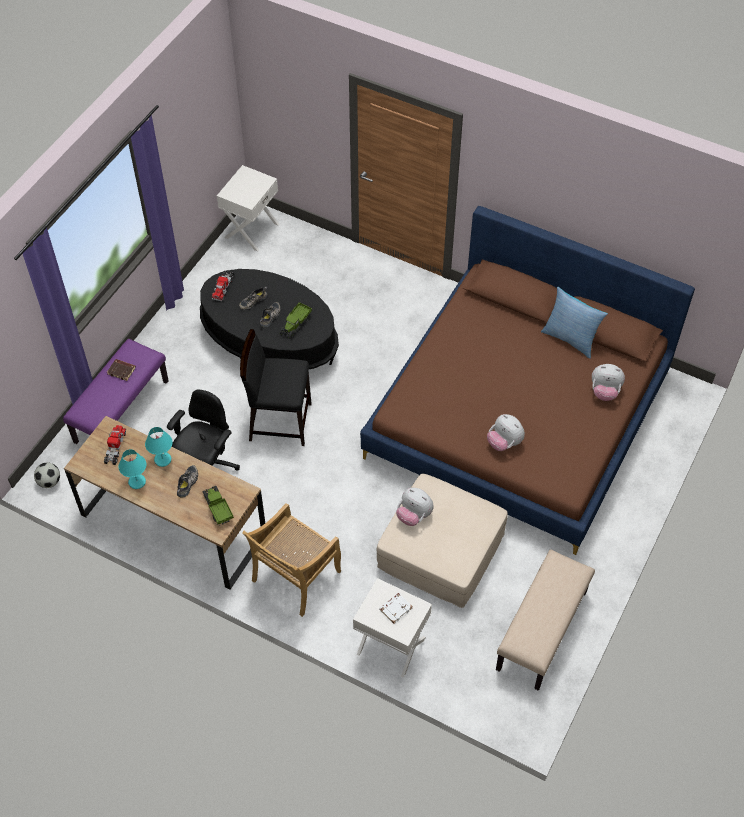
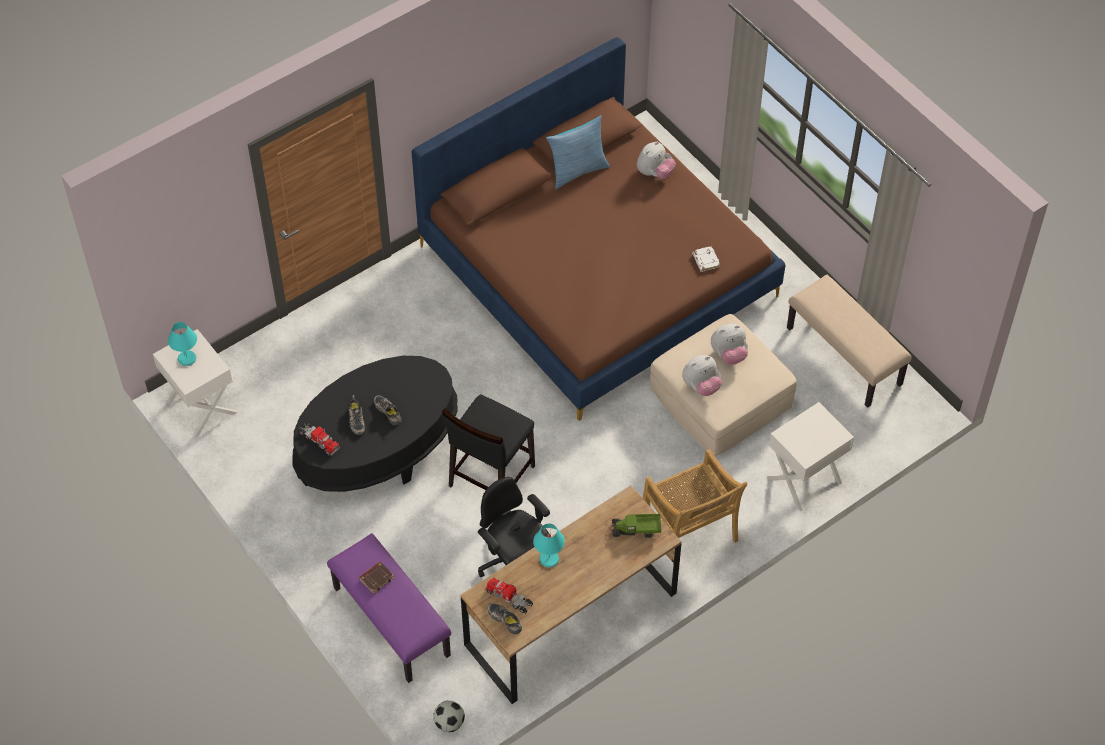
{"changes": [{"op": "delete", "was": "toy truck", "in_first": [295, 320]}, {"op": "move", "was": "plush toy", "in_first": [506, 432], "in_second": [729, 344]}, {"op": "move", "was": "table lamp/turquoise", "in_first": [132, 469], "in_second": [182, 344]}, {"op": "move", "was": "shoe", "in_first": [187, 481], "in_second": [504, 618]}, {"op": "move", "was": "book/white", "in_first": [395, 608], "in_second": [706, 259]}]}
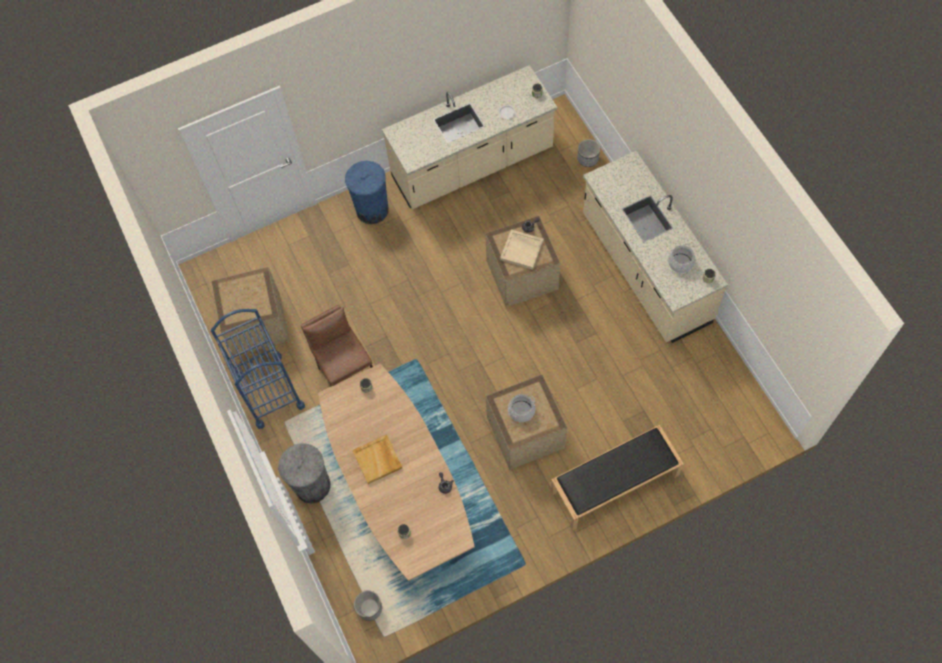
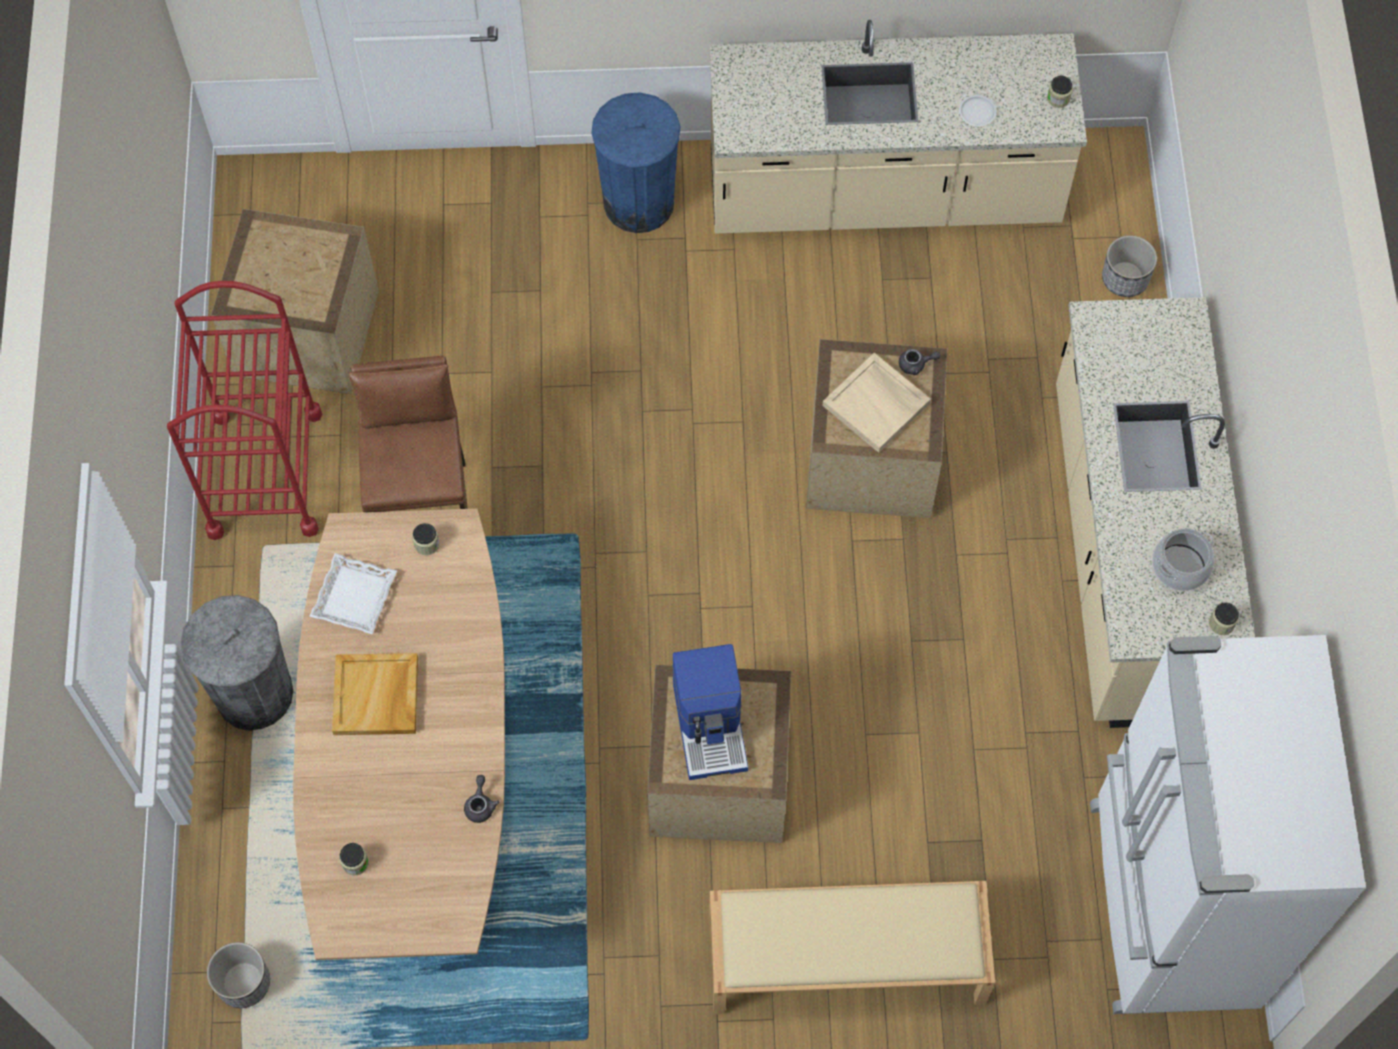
{"changes": [{"op": "recolor", "was": "cart/blue", "now": "cart/red", "in_first": [258, 369], "in_second": [244, 410]}, {"op": "replace", "was": "cooking pot", "now": "coffee machine", "in_first": [521, 408], "in_second": [710, 712]}, {"op": "recolor", "was": "bench/black", "now": "bench/beige", "in_first": [617, 477], "in_second": [852, 948]}, {"op": "insert", "now": "tray/white", "in_second": [353, 593]}, {"op": "insert", "now": "fridge/white", "in_second": [1228, 824]}]}
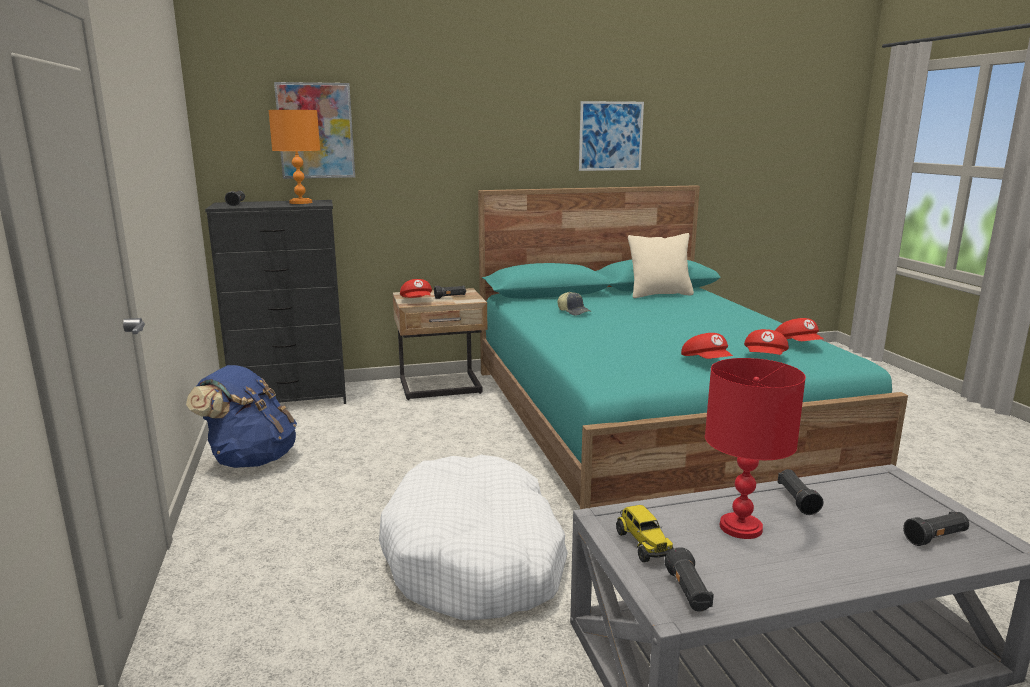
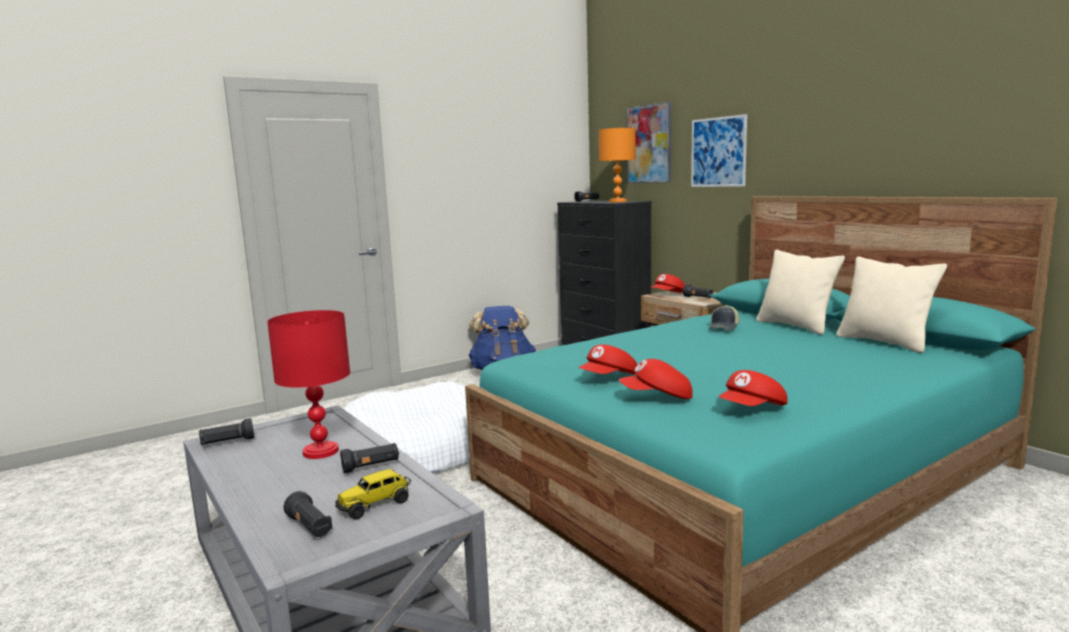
{"changes": [{"op": "move", "was": "picture", "in_first": [611, 136], "in_second": [719, 150]}, {"op": "move", "was": "toy truck", "in_first": [645, 533], "in_second": [373, 494]}, {"op": "insert", "now": "pillow/beige", "in_second": [800, 292]}]}
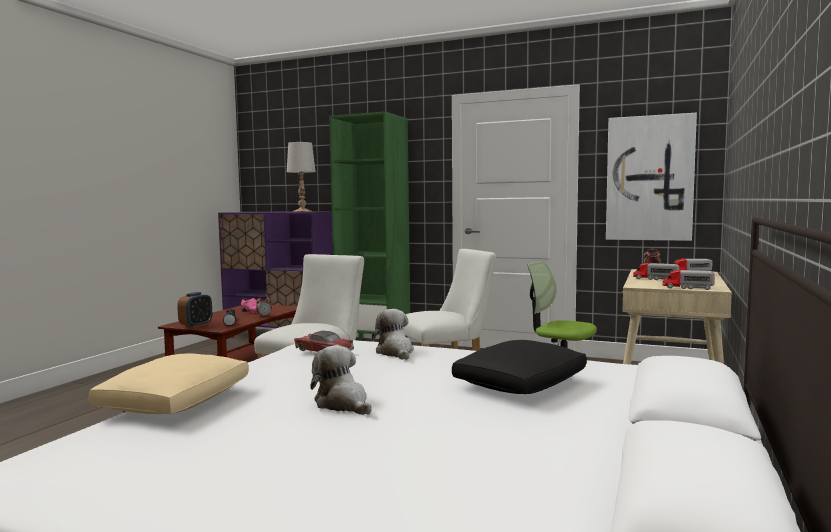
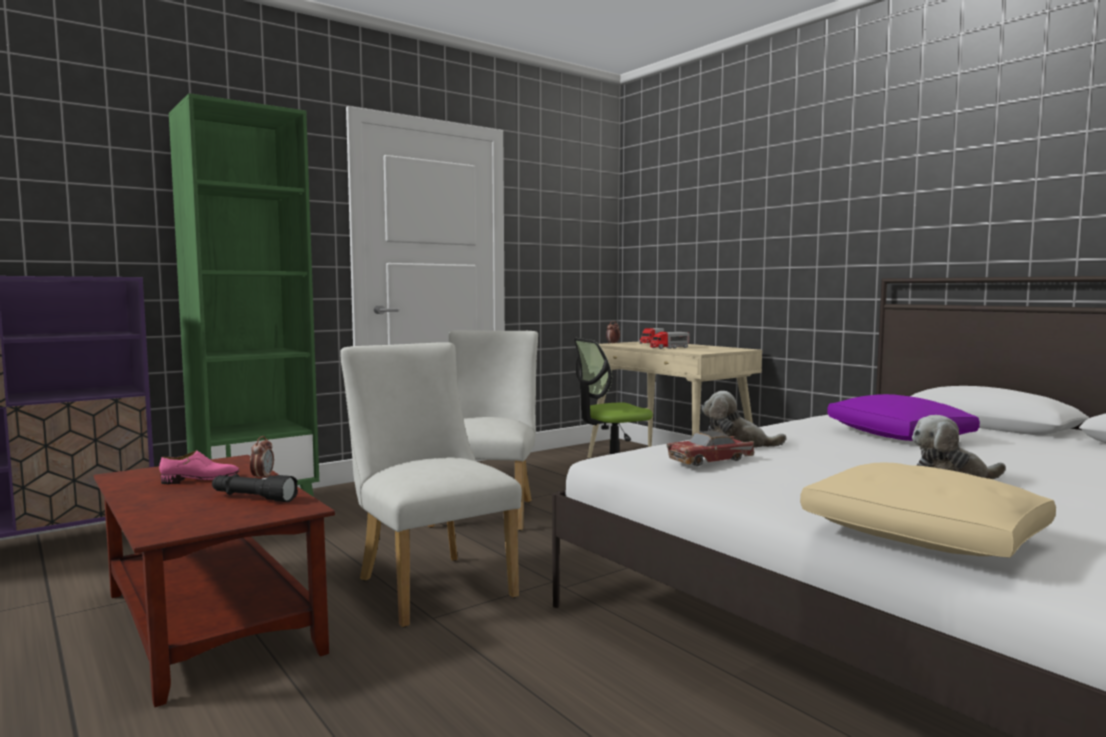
{"changes": [{"op": "delete", "was": "picture", "in_first": [651, 177]}, {"op": "delete", "was": "table lamp/white", "in_first": [301, 177]}, {"op": "delete", "was": "toy truck", "in_first": [688, 280]}, {"op": "delete", "was": "alarm clock", "in_first": [194, 310]}, {"op": "recolor", "was": "pillow/black", "now": "pillow/purple", "in_first": [519, 367], "in_second": [903, 417]}]}
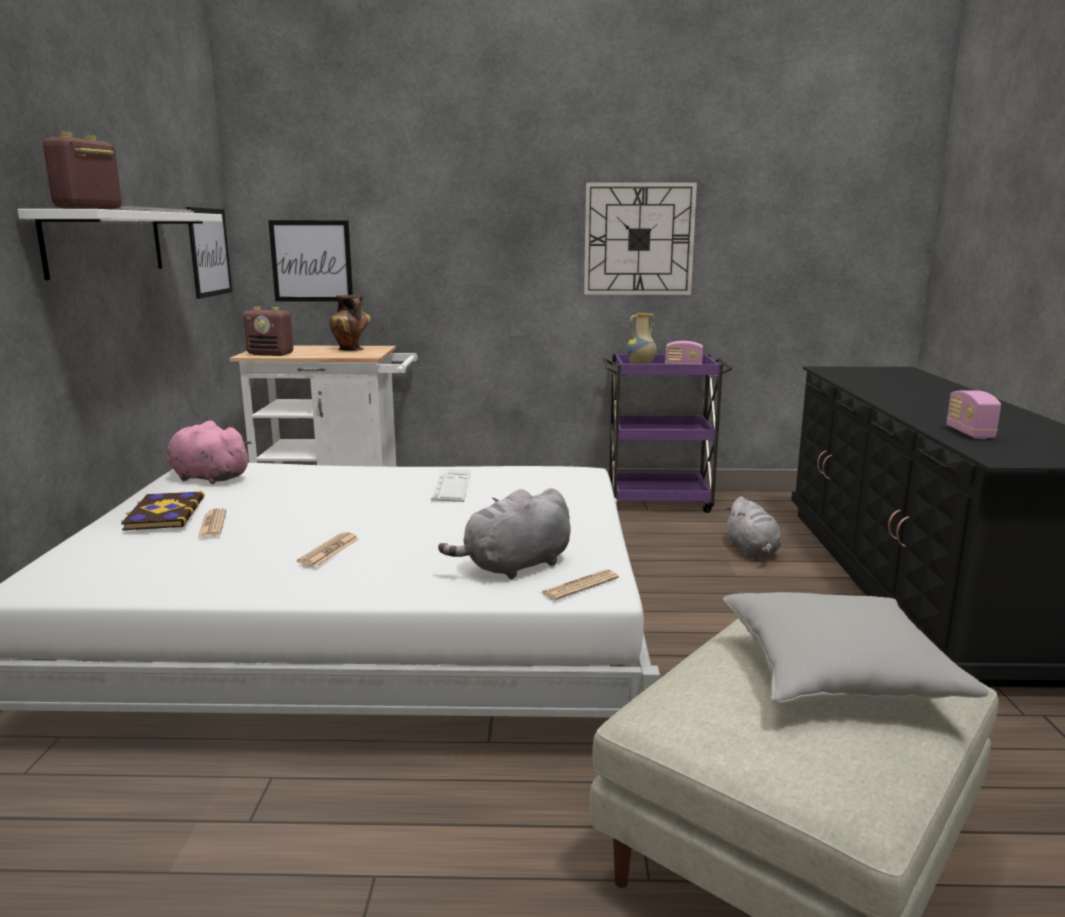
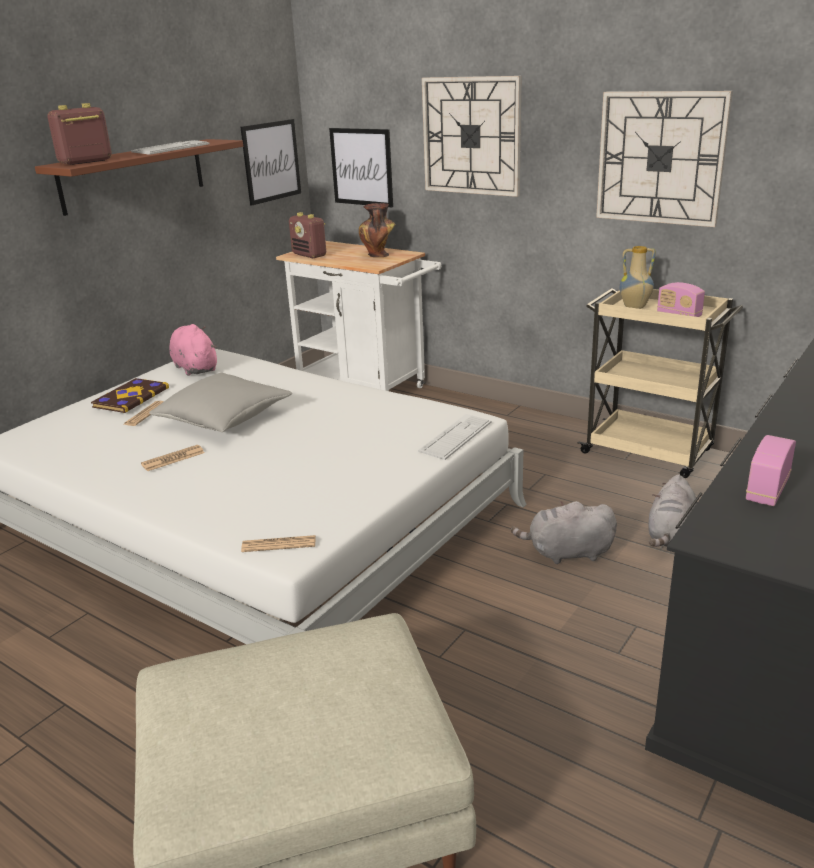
{"changes": [{"op": "recolor", "was": "shelf/white", "now": "shelf/brown", "in_first": [119, 244], "in_second": [139, 177]}, {"op": "recolor", "was": "cart/purple", "now": "cart/beige", "in_first": [668, 433], "in_second": [660, 383]}, {"op": "move", "was": "keyboard", "in_first": [450, 485], "in_second": [454, 437]}, {"op": "move", "was": "plush toy/grey", "in_first": [504, 533], "in_second": [564, 532]}, {"op": "move", "was": "pillow/grey", "in_first": [856, 648], "in_second": [220, 402]}, {"op": "insert", "now": "wall clock", "in_second": [472, 136]}]}
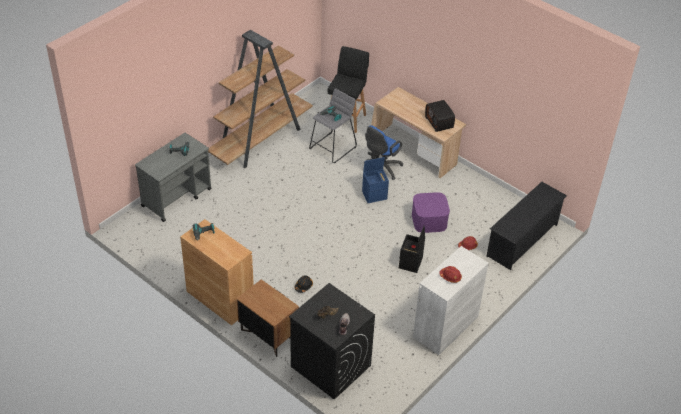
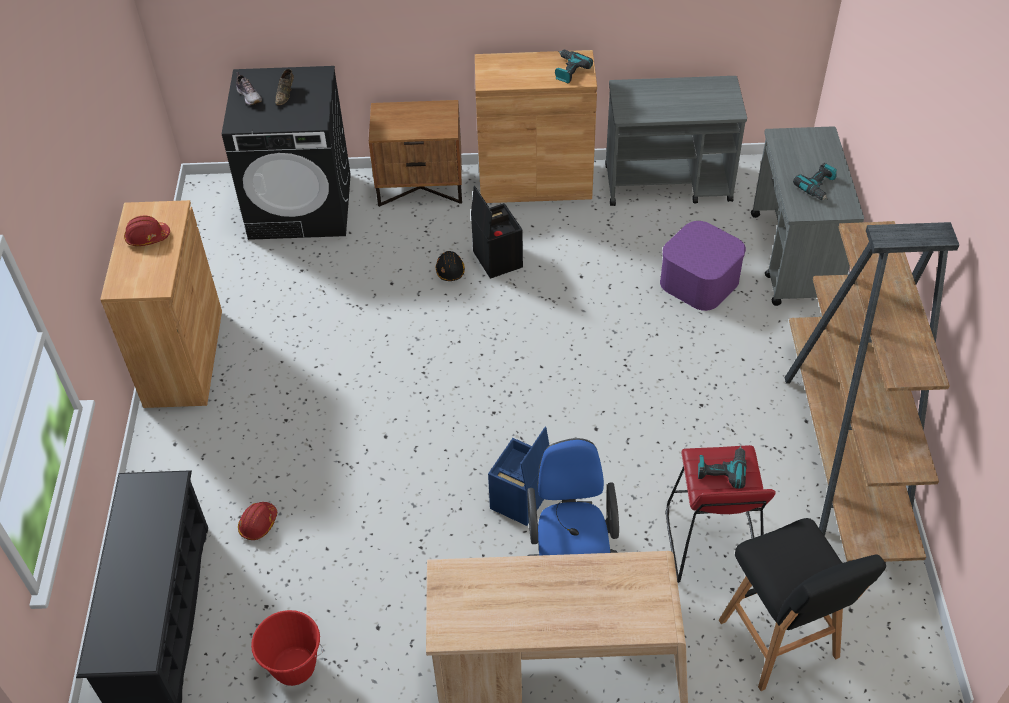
{"changes": [{"op": "recolor", "was": "stool/grey", "now": "stool/red", "in_first": [333, 125], "in_second": [720, 514]}, {"op": "delete", "was": "radio", "in_first": [440, 116]}, {"op": "move", "was": "storage box/purple", "in_first": [431, 212], "in_second": [703, 266]}, {"op": "move", "was": "storage box/black", "in_first": [412, 249], "in_second": [497, 232]}, {"op": "recolor", "was": "cabinet/white", "now": "cabinet/brown", "in_first": [450, 300], "in_second": [161, 304]}, {"op": "insert", "now": "cart/grey", "in_second": [676, 141]}, {"op": "insert", "now": "bucket/red", "in_second": [287, 648]}]}
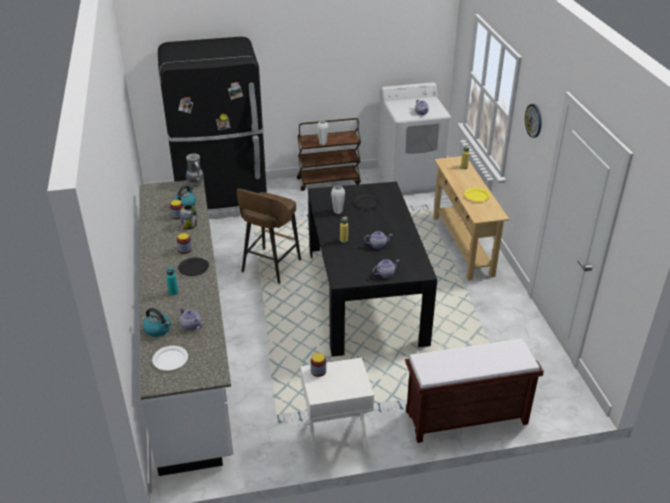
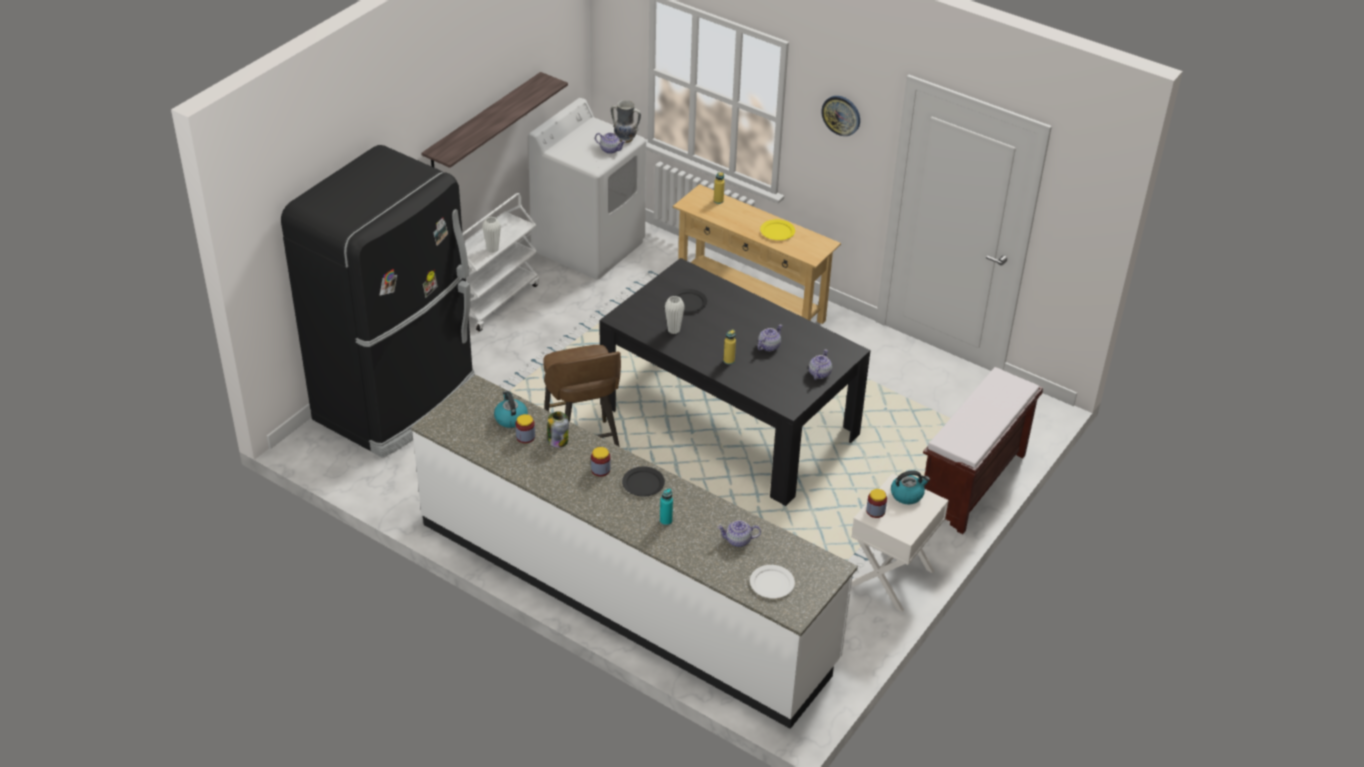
{"changes": [{"op": "recolor", "was": "cart/brown", "now": "cart/white", "in_first": [329, 154], "in_second": [500, 262]}, {"op": "move", "was": "vase", "in_first": [195, 170], "in_second": [626, 121]}, {"op": "move", "was": "kettle", "in_first": [157, 322], "in_second": [910, 487]}, {"op": "insert", "now": "shelf", "in_second": [494, 120]}]}
